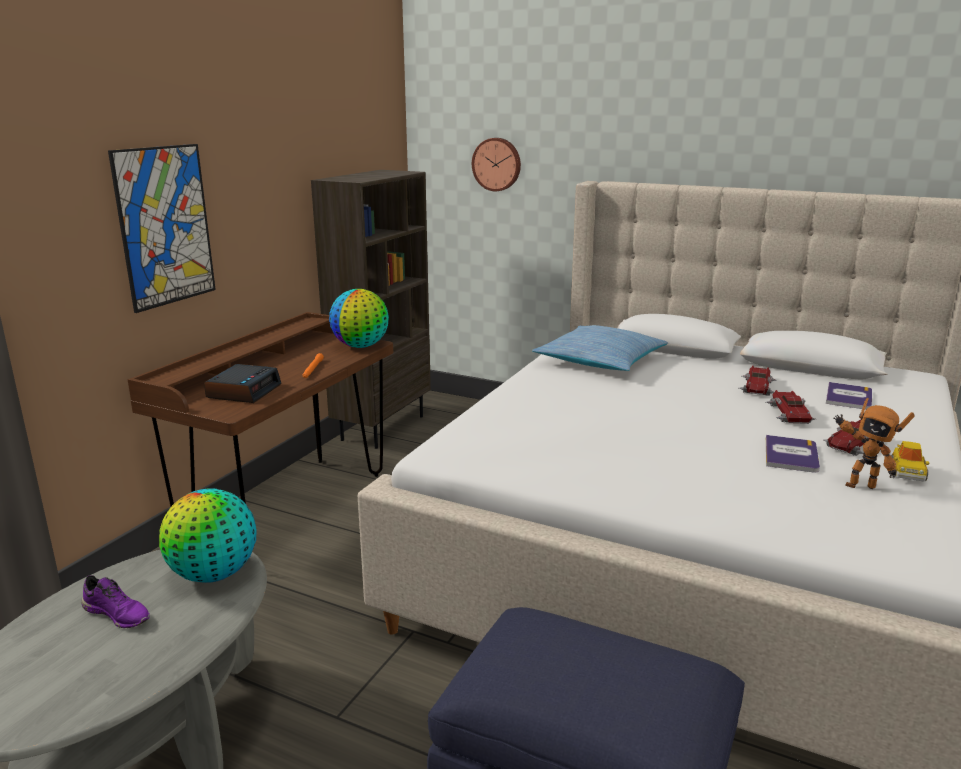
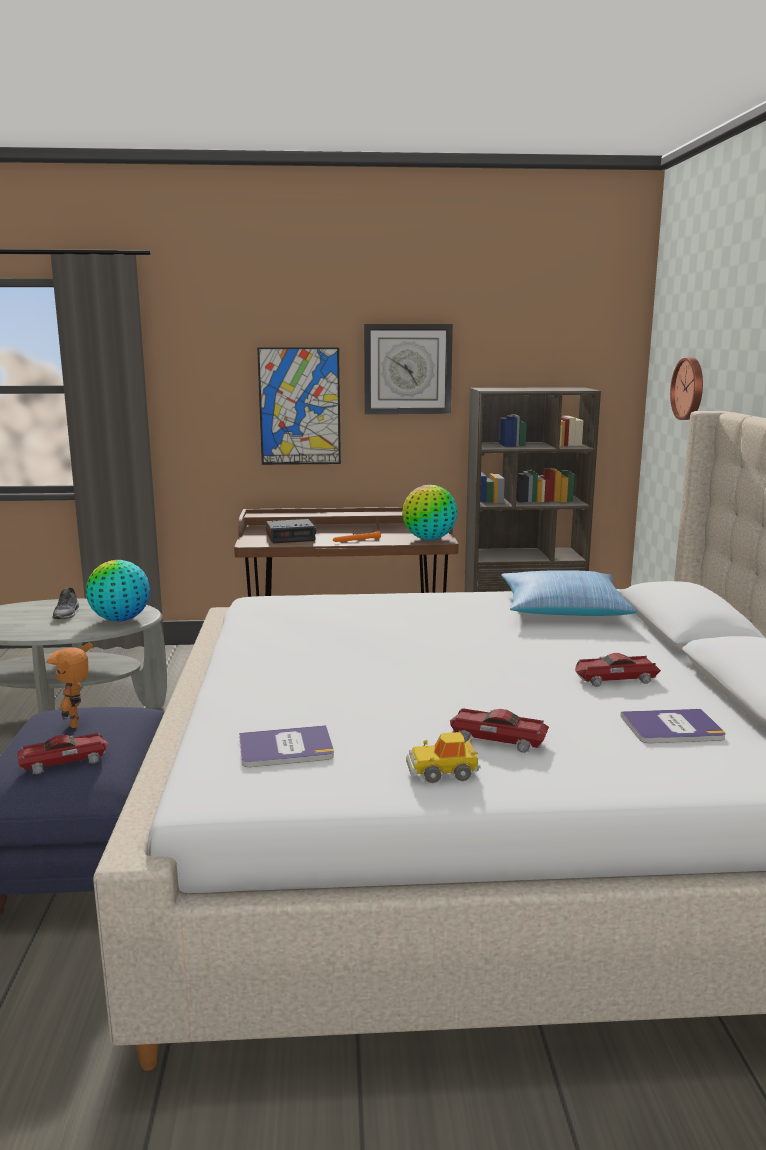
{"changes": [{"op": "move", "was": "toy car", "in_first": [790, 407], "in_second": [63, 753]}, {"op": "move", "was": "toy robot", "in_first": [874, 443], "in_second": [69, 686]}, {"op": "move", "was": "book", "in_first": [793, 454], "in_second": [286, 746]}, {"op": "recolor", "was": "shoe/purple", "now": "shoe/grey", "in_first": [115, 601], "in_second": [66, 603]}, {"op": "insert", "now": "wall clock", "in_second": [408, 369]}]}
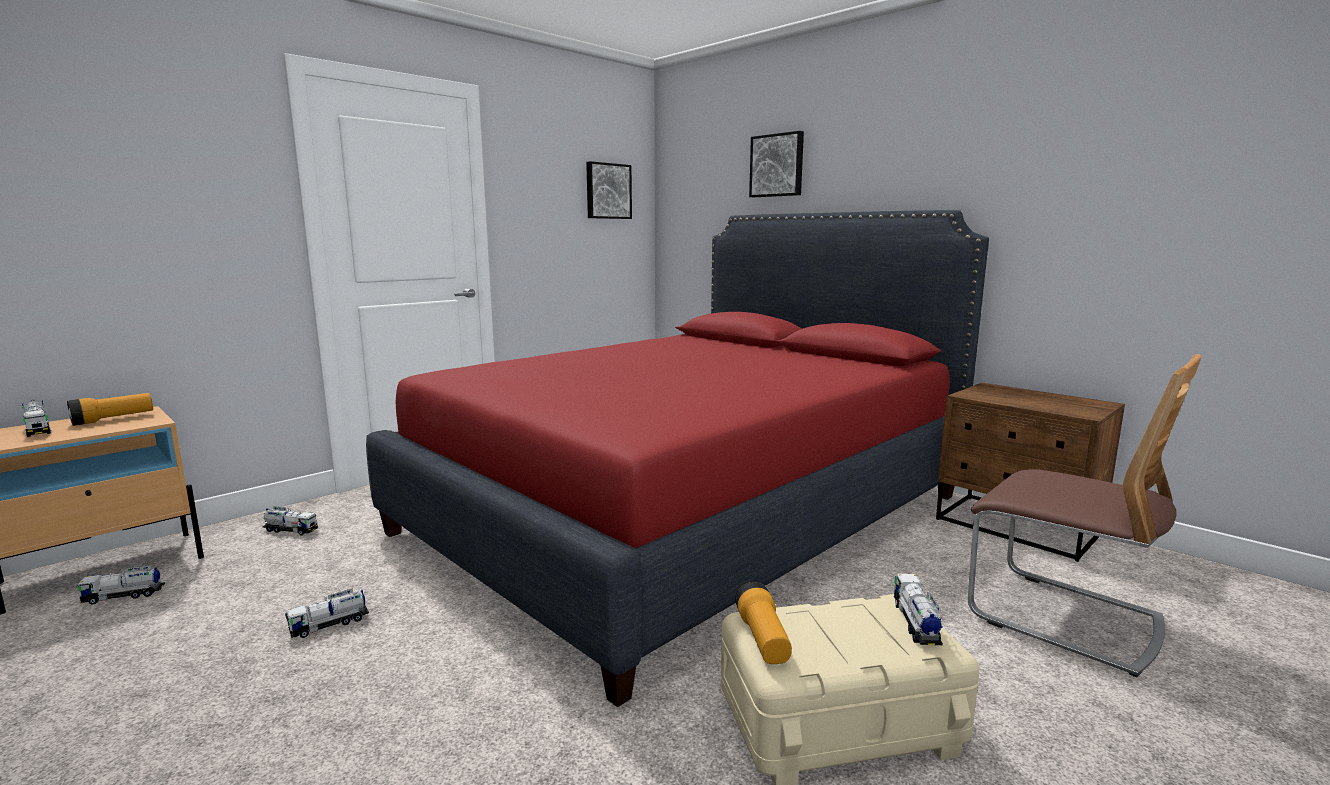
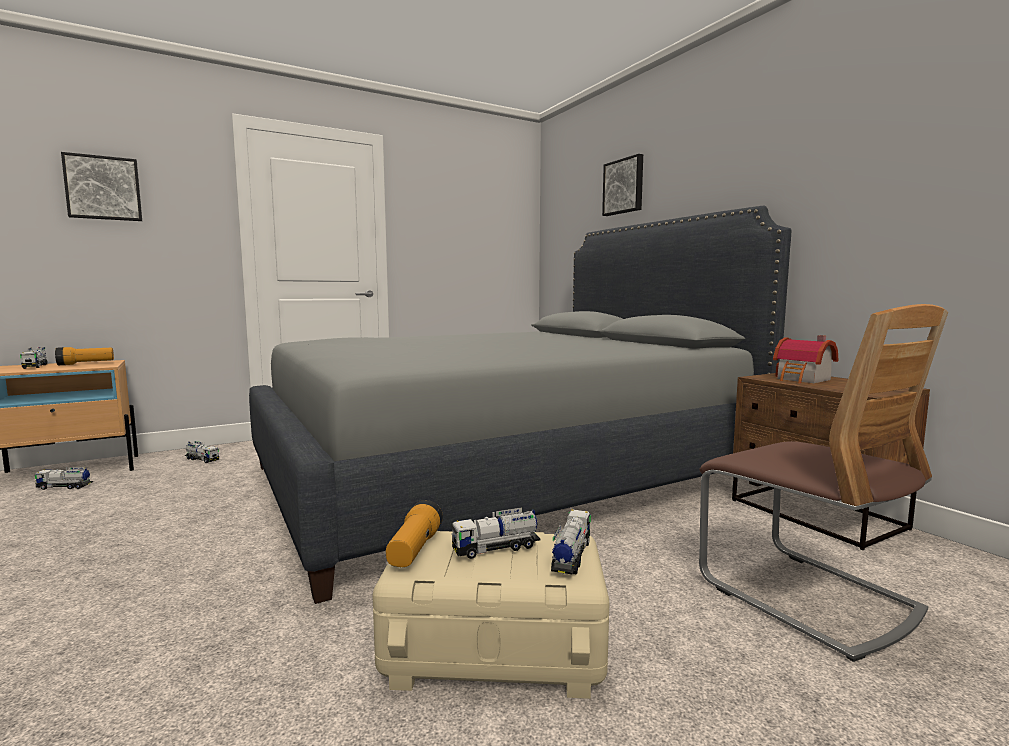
{"changes": [{"op": "move", "was": "picture", "in_first": [609, 190], "in_second": [101, 186]}, {"op": "recolor", "was": "bed/red", "now": "bed/grey", "in_first": [677, 458], "in_second": [520, 405]}, {"op": "move", "was": "toy truck", "in_first": [327, 613], "in_second": [495, 533]}, {"op": "insert", "now": "toy house", "in_second": [805, 359]}]}
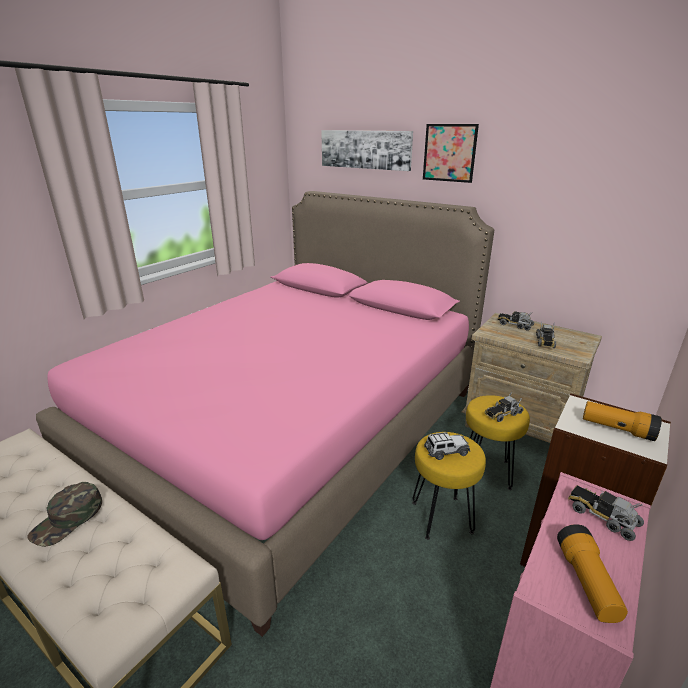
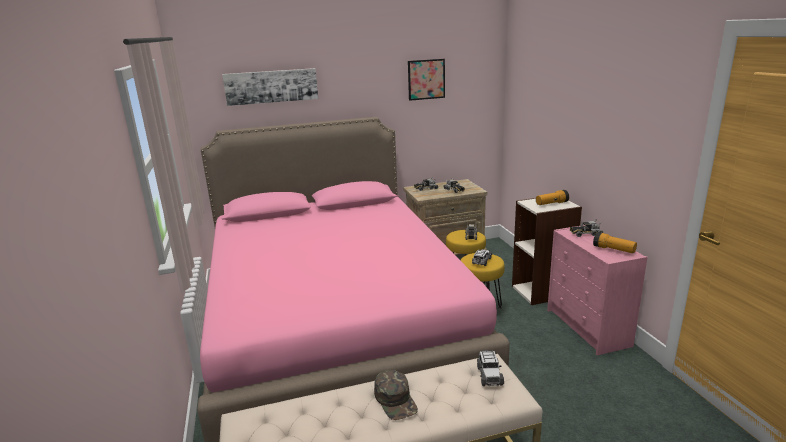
{"changes": [{"op": "move", "was": "picture", "in_first": [451, 153], "in_second": [426, 80]}, {"op": "insert", "now": "toy car", "in_second": [490, 368]}]}
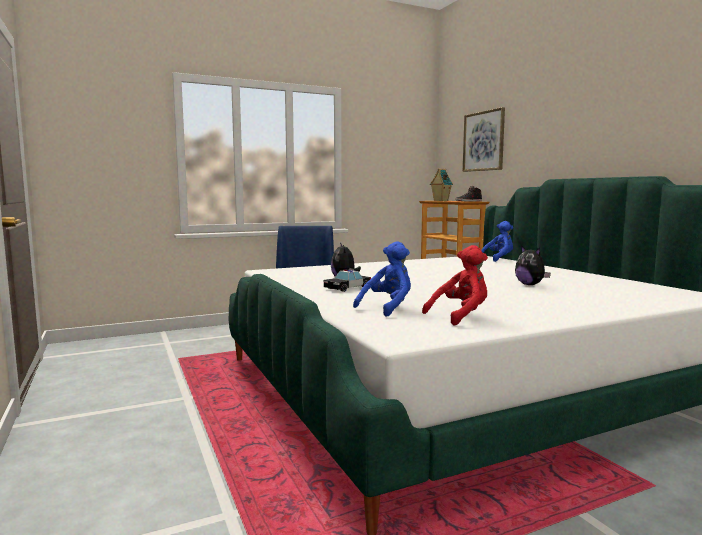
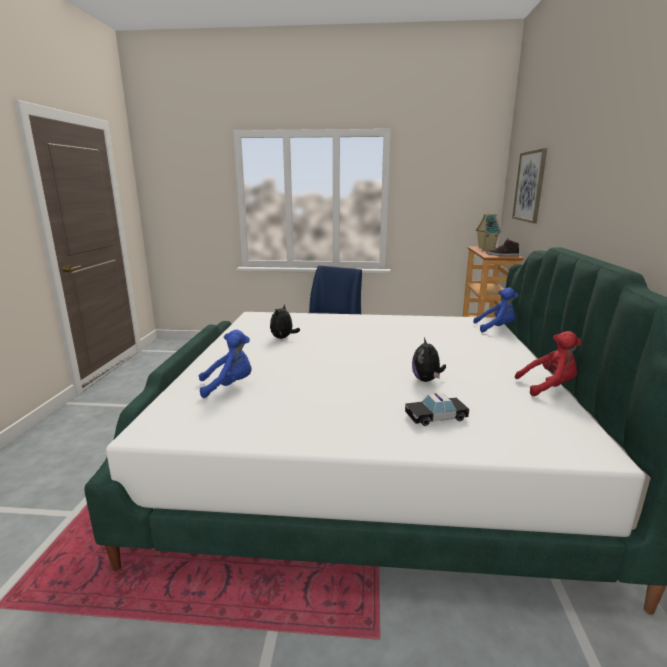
{"changes": [{"op": "move", "was": "plush toy/red", "in_first": [455, 285], "in_second": [548, 363]}, {"op": "move", "was": "toy car", "in_first": [347, 280], "in_second": [437, 409]}]}
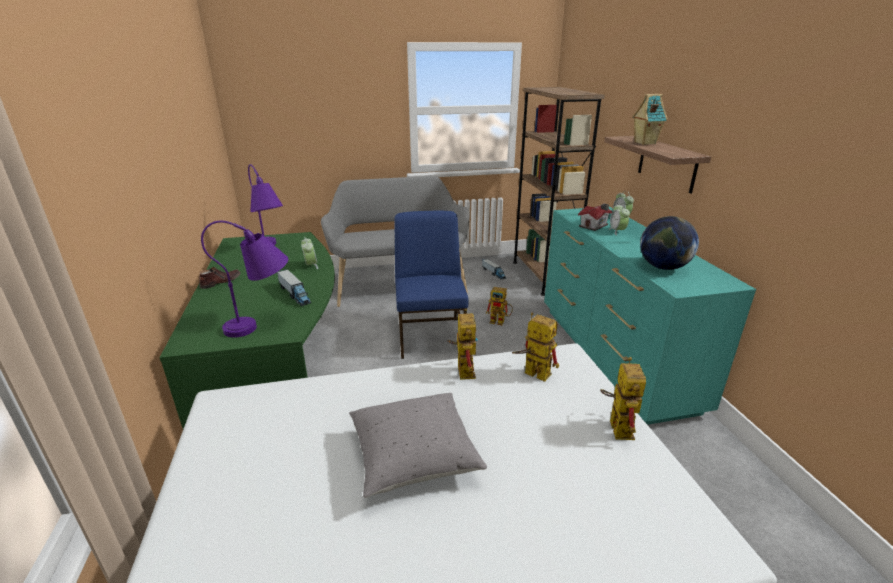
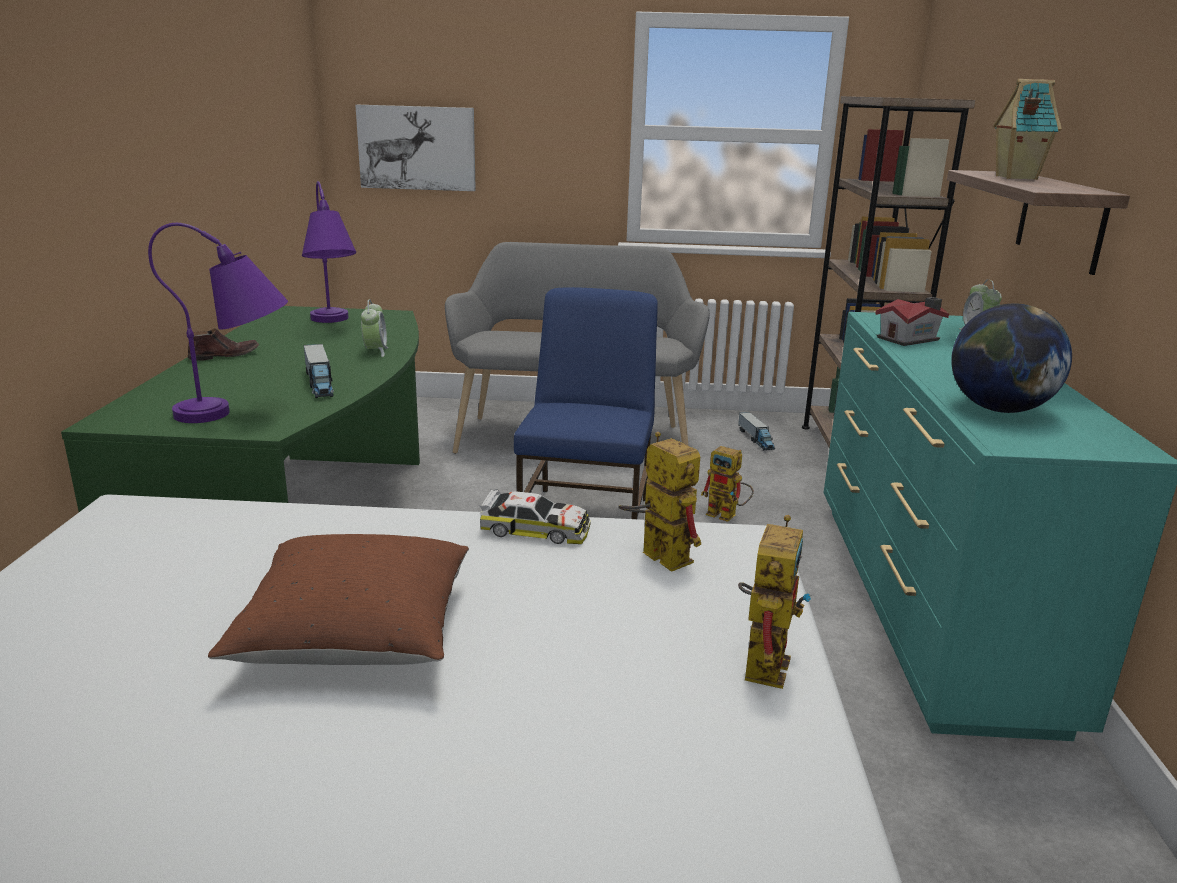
{"changes": [{"op": "delete", "was": "alarm clock", "in_first": [619, 219]}, {"op": "replace", "was": "toy robot", "now": "toy car", "in_first": [462, 344], "in_second": [534, 516]}, {"op": "recolor", "was": "pillow/grey", "now": "pillow/brown", "in_first": [418, 445], "in_second": [338, 599]}, {"op": "insert", "now": "picture", "in_second": [415, 148]}]}
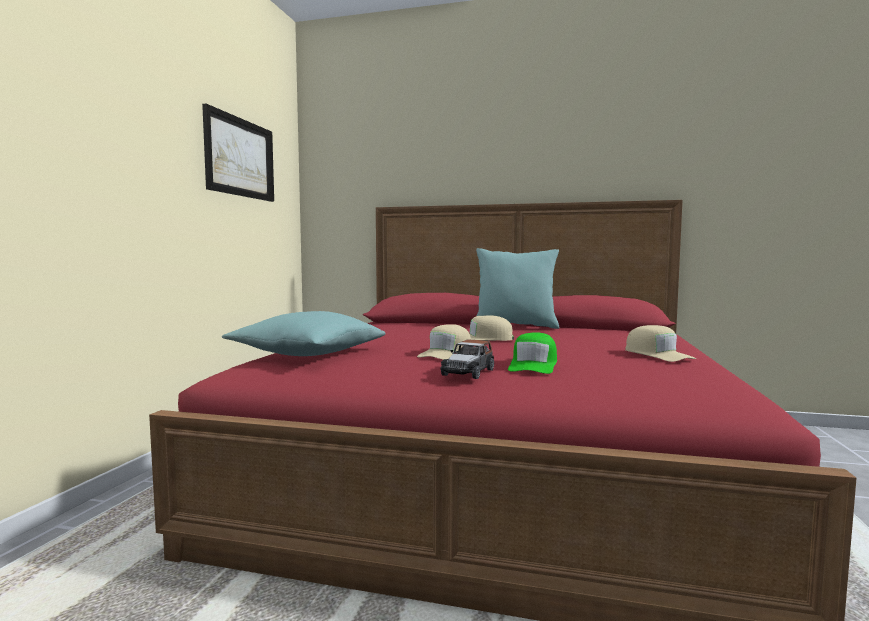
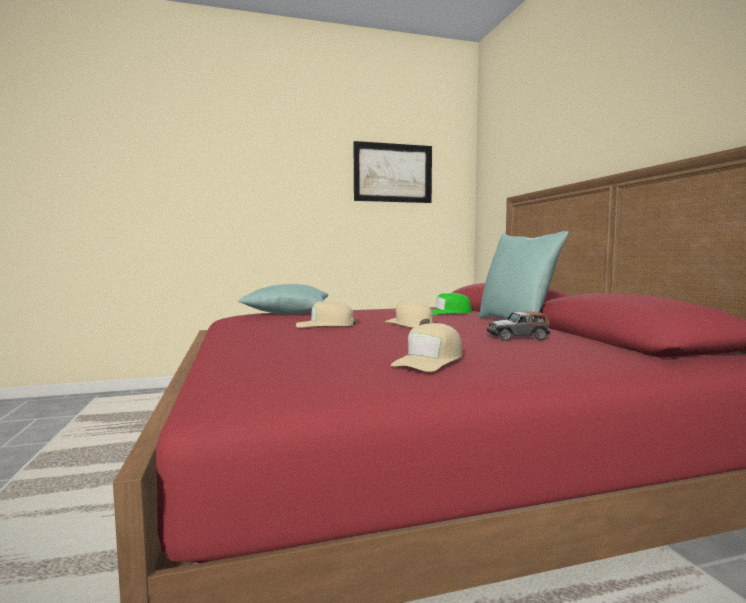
{"changes": [{"op": "move", "was": "cap/green", "in_first": [532, 353], "in_second": [452, 304]}, {"op": "move", "was": "toy car", "in_first": [467, 359], "in_second": [518, 326]}]}
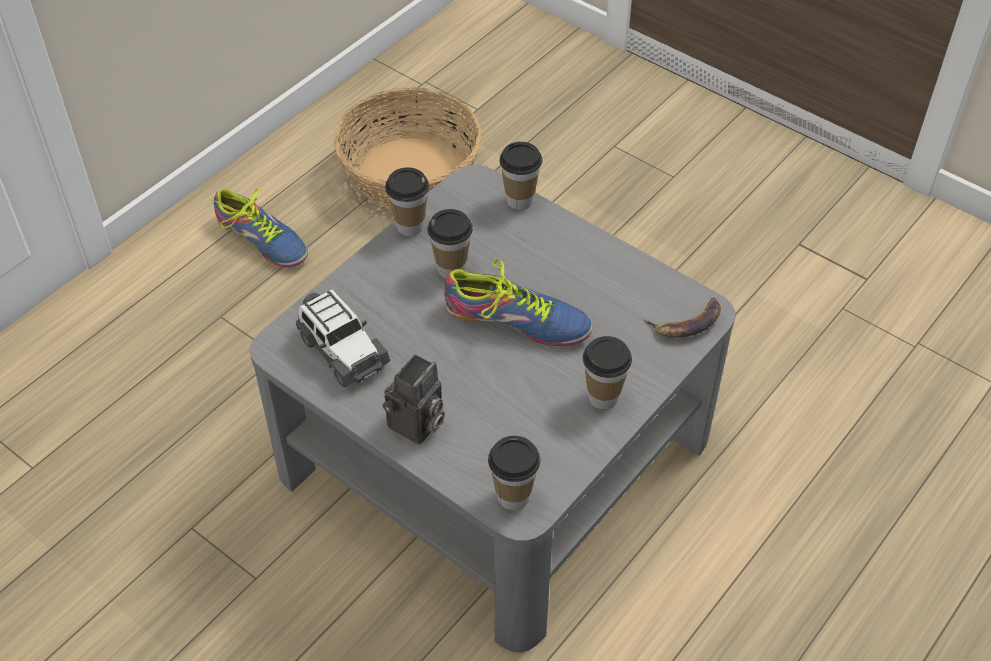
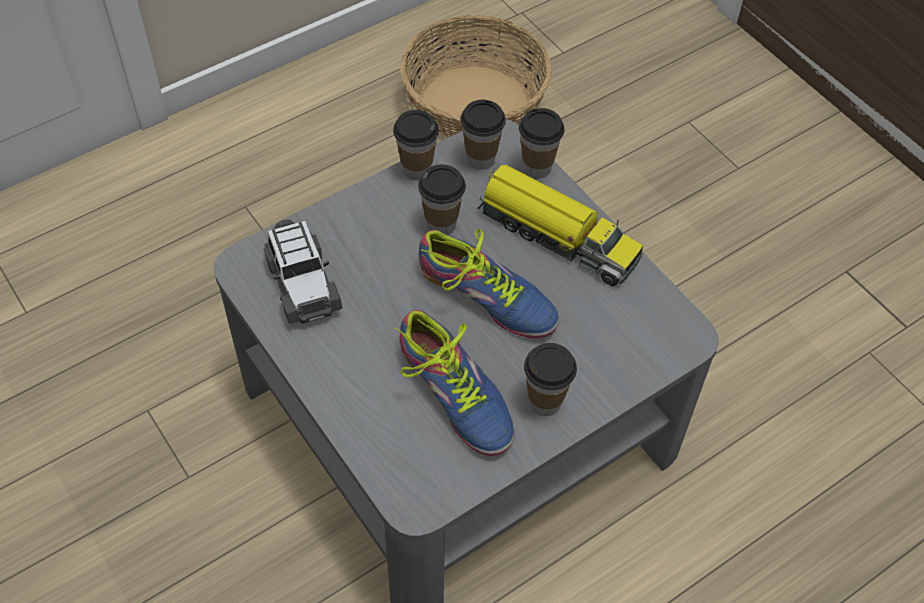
{"changes": [{"op": "move", "was": "shoe", "in_first": [258, 228], "in_second": [454, 383]}, {"op": "delete", "was": "banana", "in_first": [682, 318]}, {"op": "delete", "was": "photo camera", "in_first": [414, 399]}, {"op": "move", "was": "cup", "in_first": [514, 473], "in_second": [483, 135]}, {"op": "insert", "now": "toy truck", "in_second": [560, 225]}]}
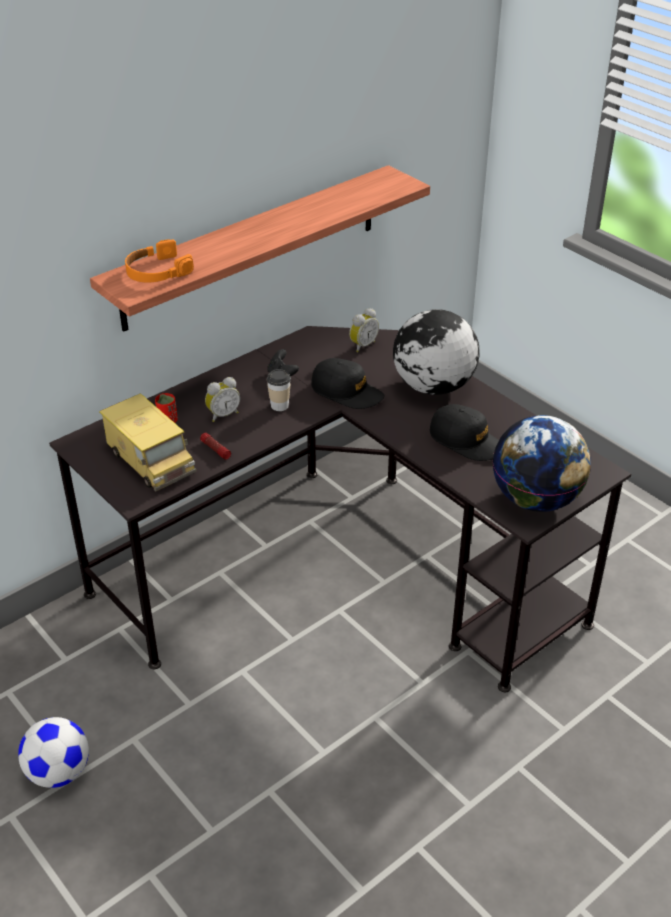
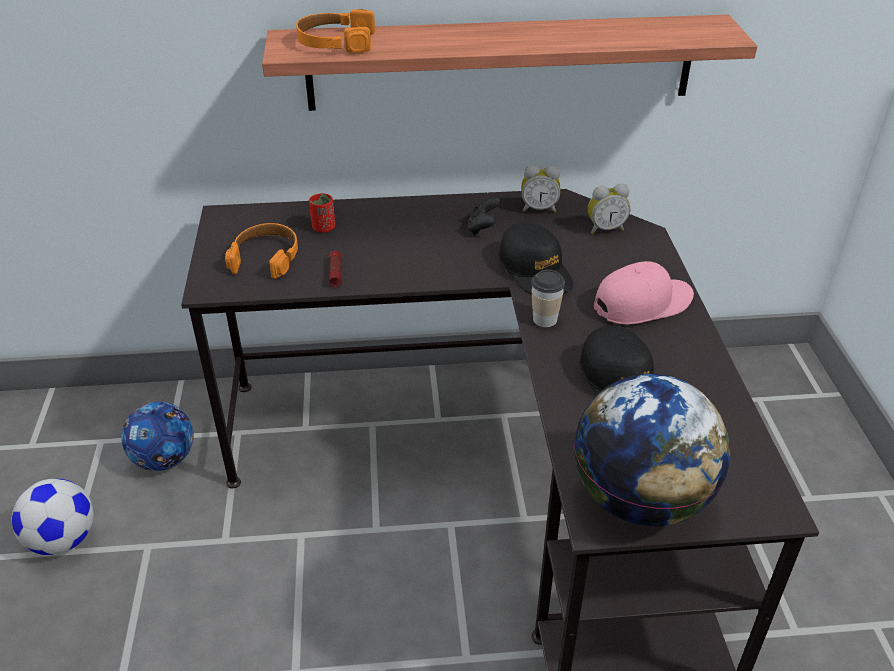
{"changes": [{"op": "replace", "was": "globe", "now": "cap/pink", "in_first": [436, 352], "in_second": [644, 293]}, {"op": "move", "was": "cup", "in_first": [279, 390], "in_second": [548, 298]}, {"op": "move", "was": "alarm clock", "in_first": [222, 399], "in_second": [541, 189]}, {"op": "replace", "was": "toy truck", "now": "headphones/orange", "in_first": [147, 442], "in_second": [261, 251]}, {"op": "insert", "now": "football", "in_second": [157, 436]}]}
